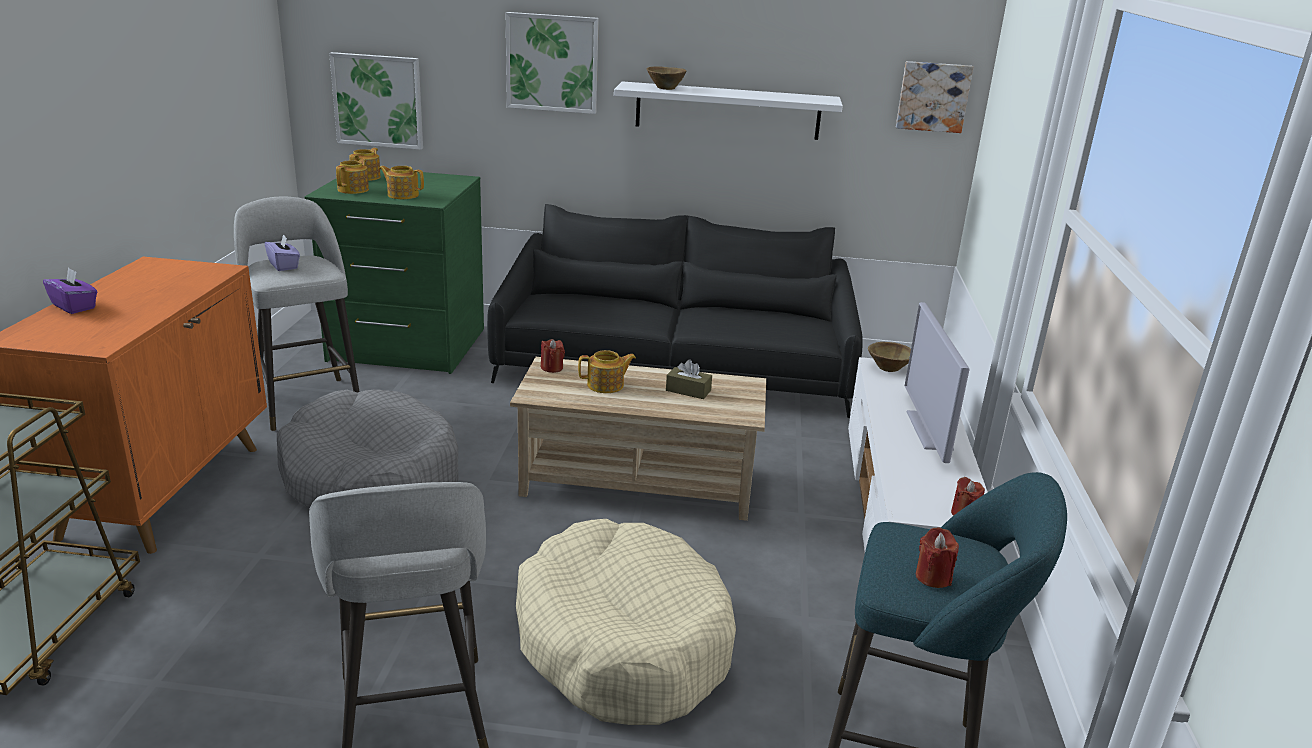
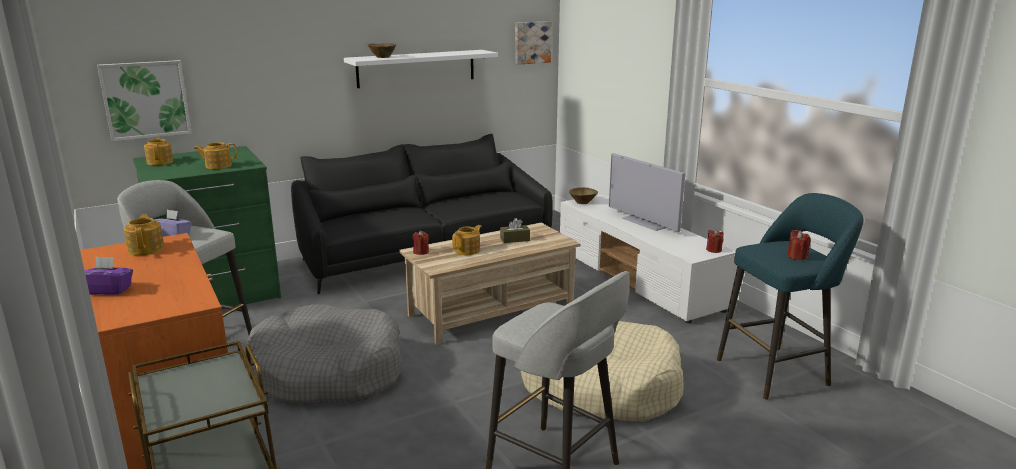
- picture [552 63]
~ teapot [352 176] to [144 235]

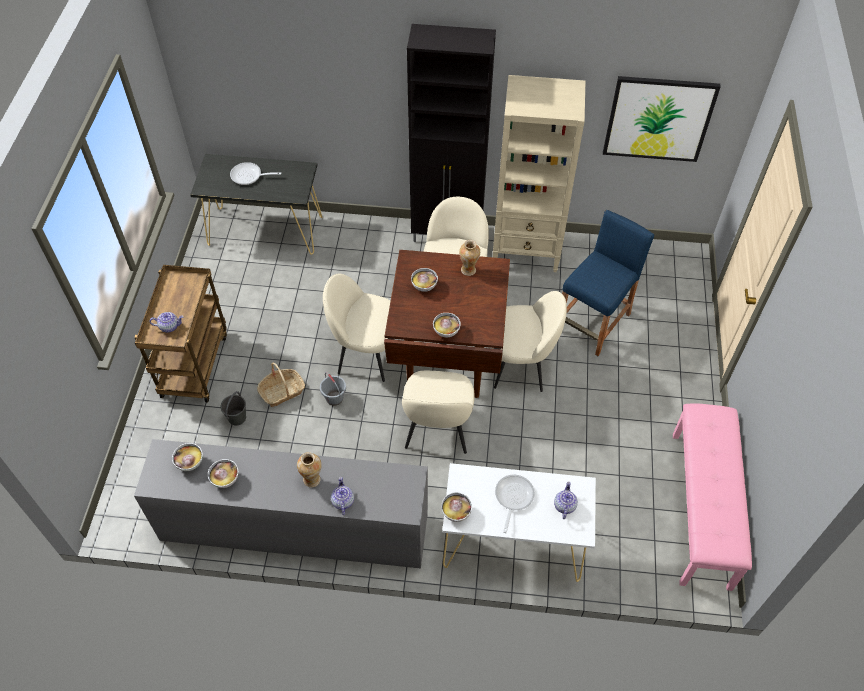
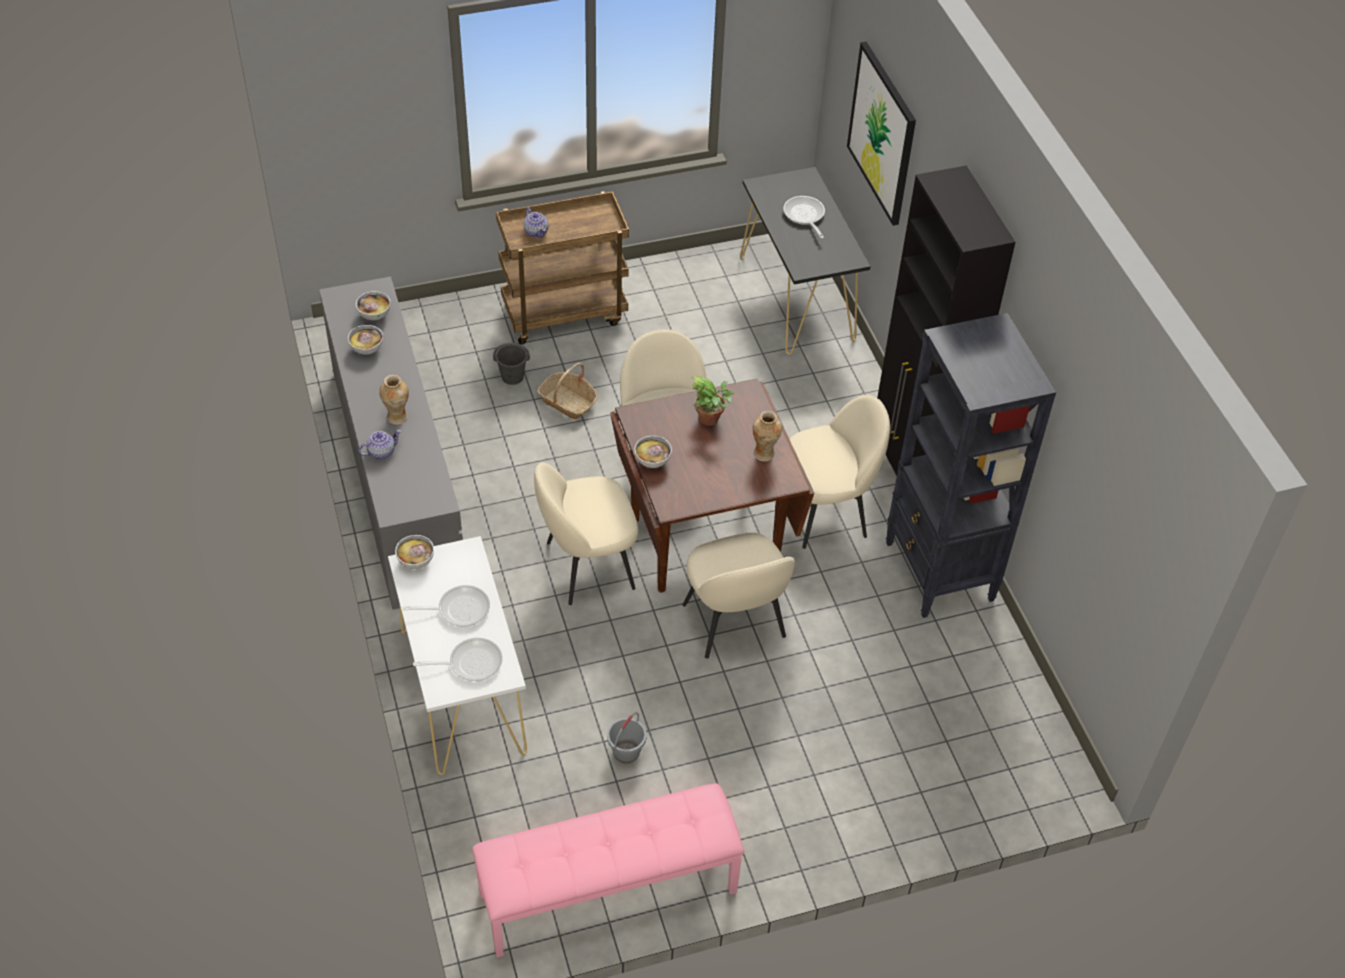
- blue stool [608 283]
~ grey bucket [333 389] to [627 737]
~ picture [662 119] to [881 133]
~ bowl [424 280] to potted plant [713 401]
~ teapot [566 500] to frying pan [458 659]
~ beige bookcase [539 173] to black bookcase [971 465]

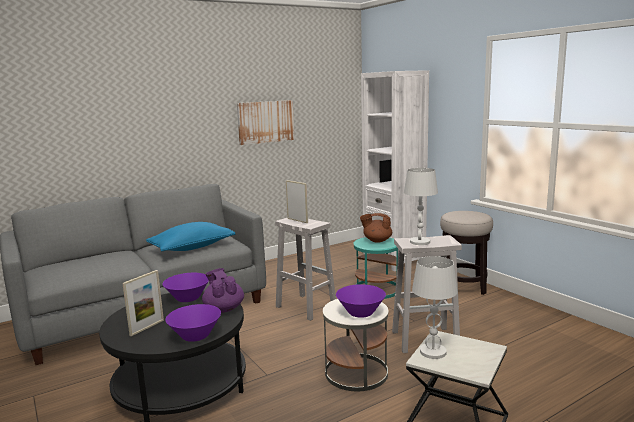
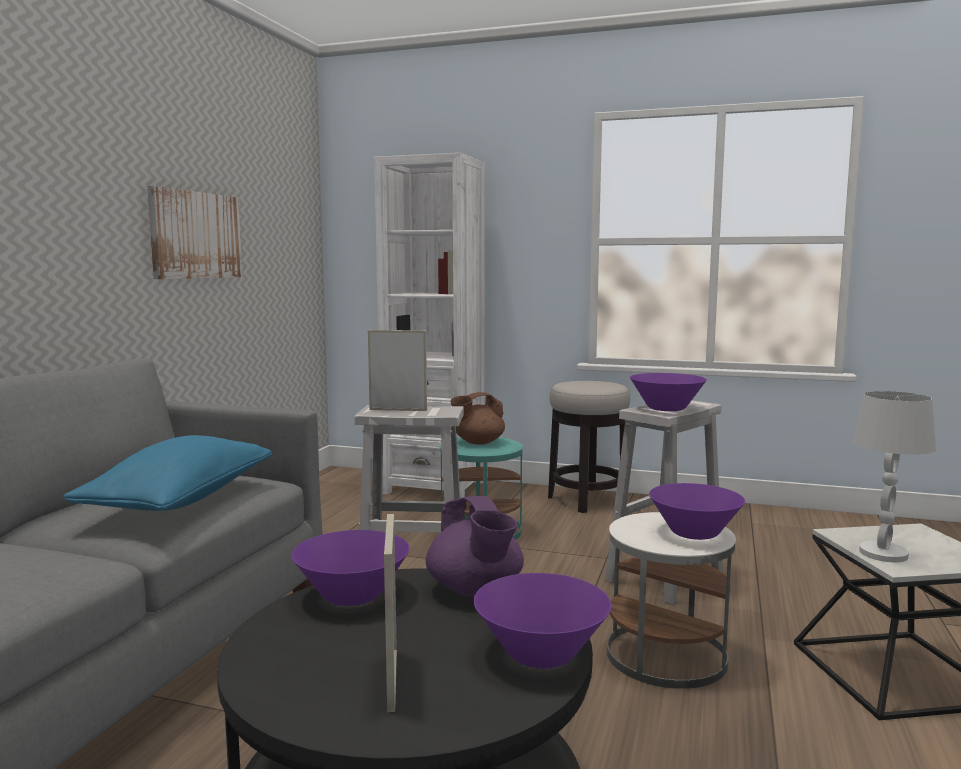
~ white table lamp [421 206] to purple bowl [668 392]
~ purple teapot [223 290] = [475 546] 135 degrees counterclockwise

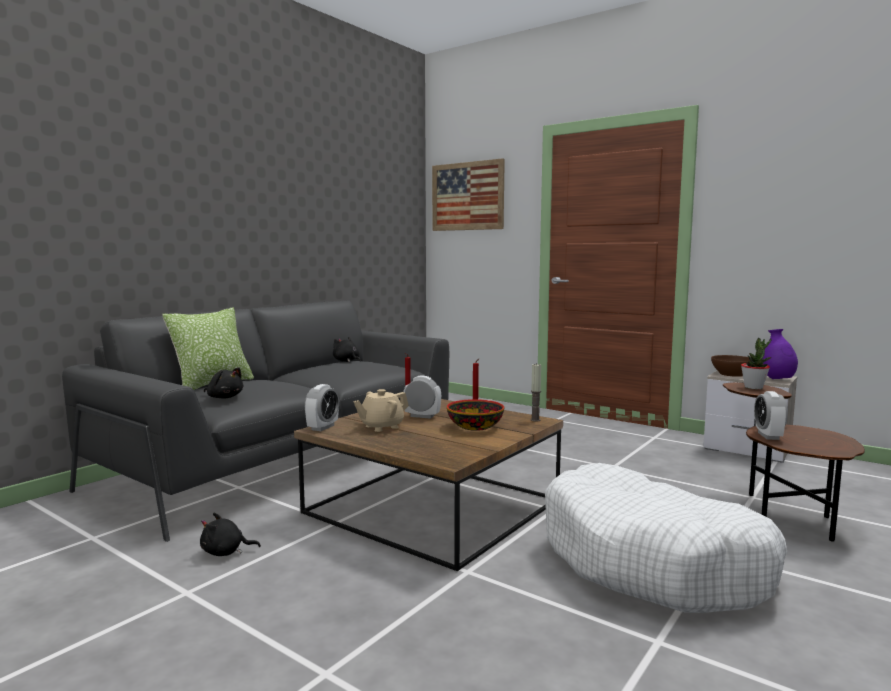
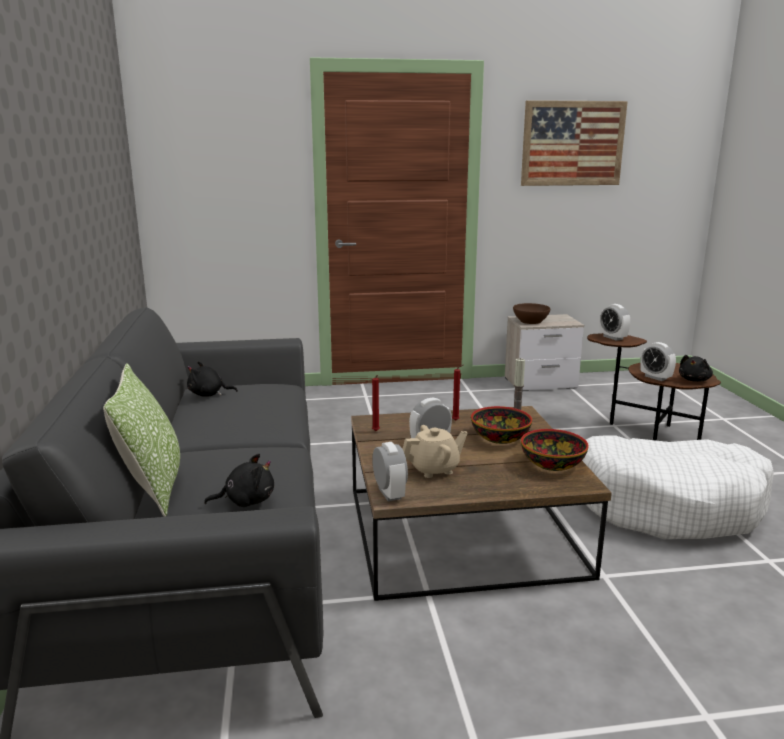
- purple vase [780 354]
+ bowl [555 450]
~ black plush toy [230 534] to [696 368]
~ picture [468 194] to [574 143]
~ potted plant [756 363] to alarm clock [615 322]
~ beige teapot [381 410] = [435 451] 120 degrees counterclockwise

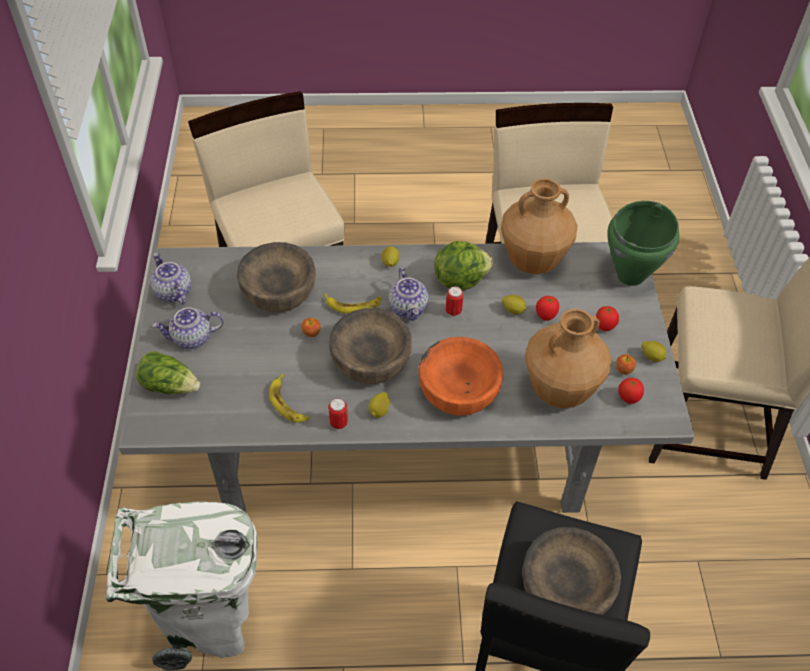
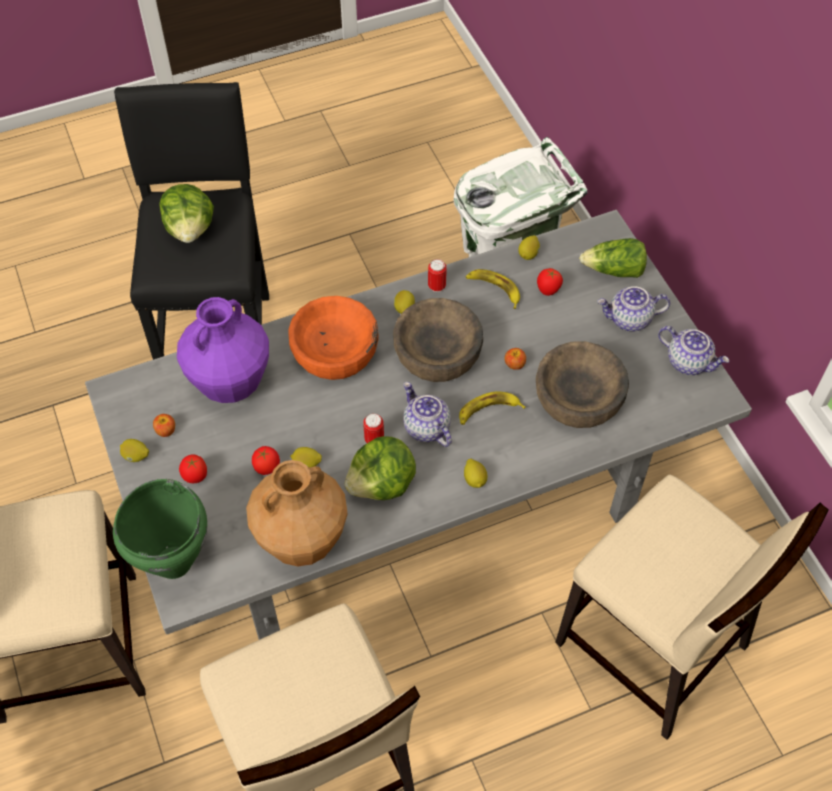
+ lemon [529 247]
~ tomato [631 390] to [550 282]
~ brown bowl [571 571] to lettuce [186 213]
~ brown vase [568 358] to purple vase [223 350]
~ teapot [188 328] = [634 309] 150 degrees counterclockwise

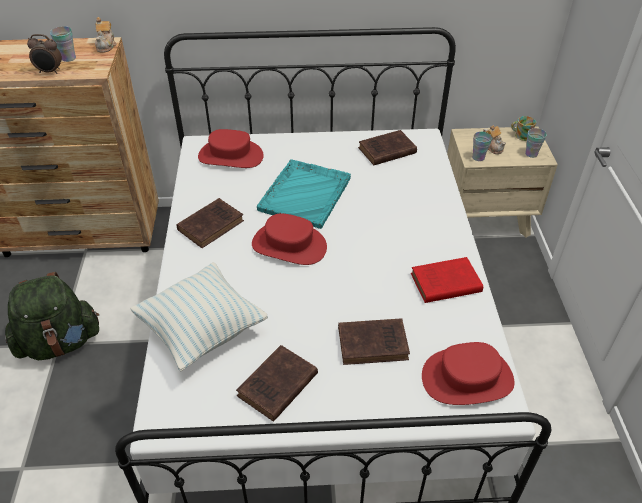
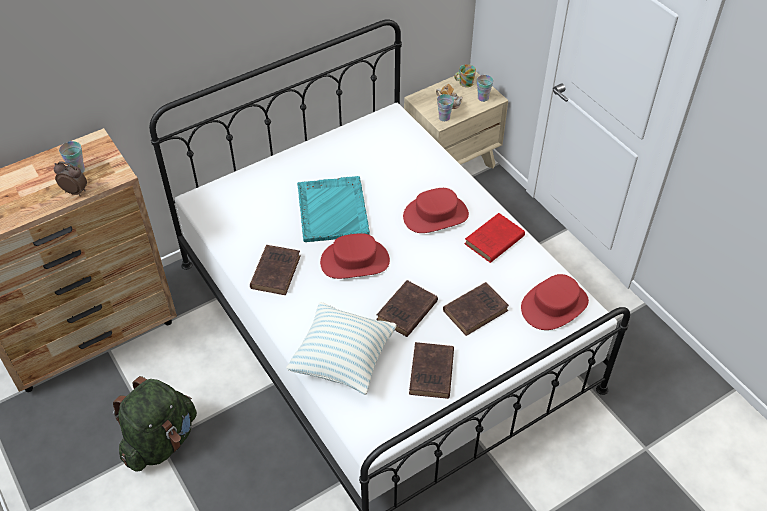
- teapot [106 34]
~ red hat [231 148] to [436 210]
~ brown book [387 147] to [407 308]
~ alarm clock [44 54] = [70 178] 135 degrees counterclockwise

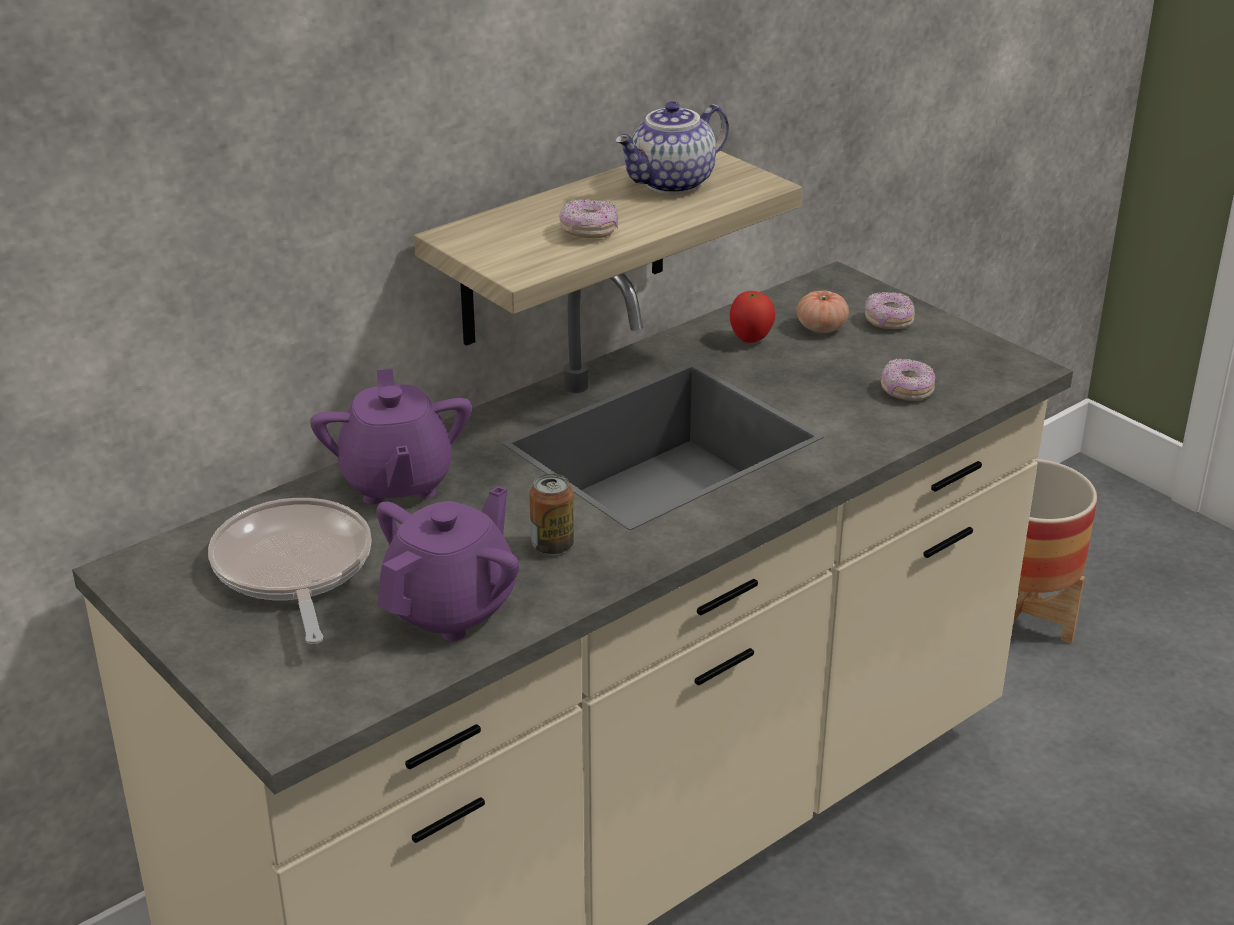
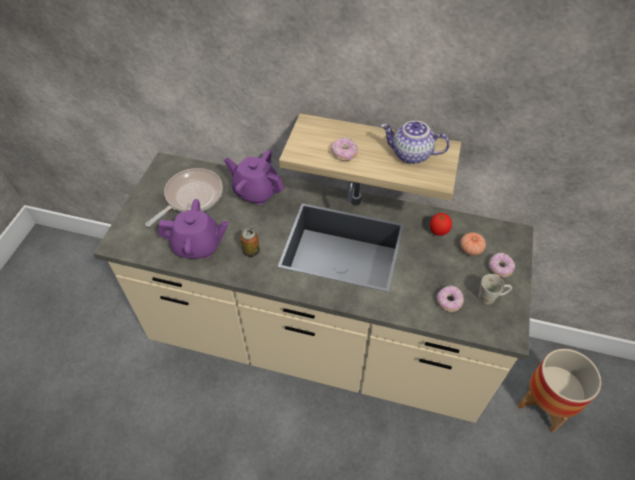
+ white mug [495 289]
~ purple teapot [391 436] = [254 177] 75 degrees clockwise

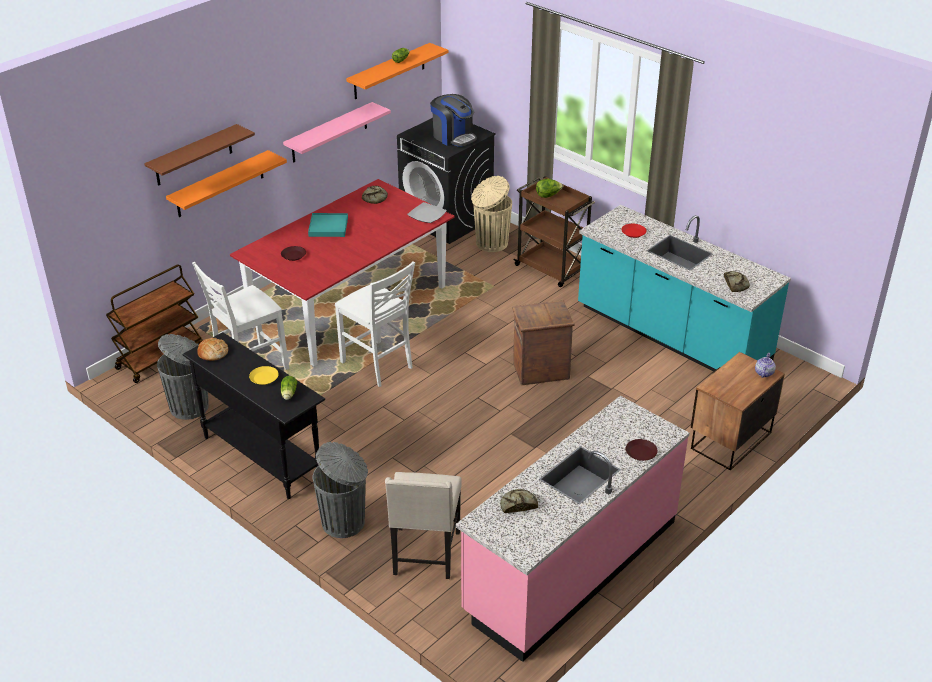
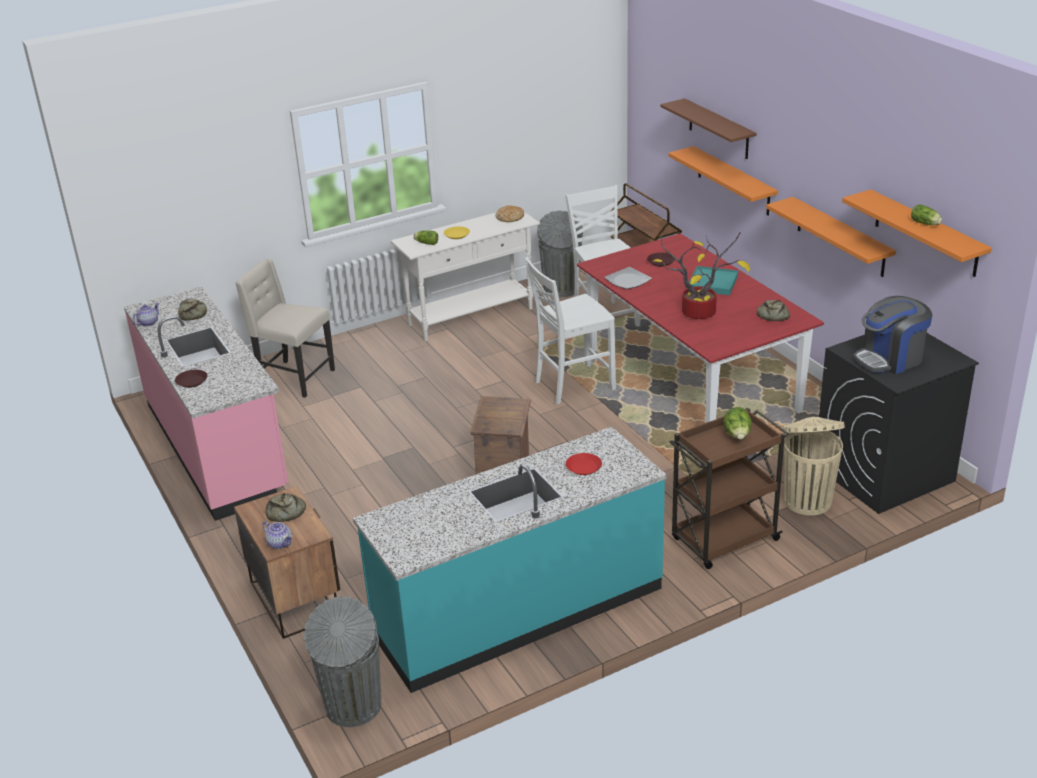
+ teapot [145 314]
+ potted plant [701 275]
~ grey trash can [340 490] to [342 661]
~ plate [427 212] to [628 278]
~ bread [737 281] to [286 507]
~ black console table [254 415] to white console table [465 276]
~ pink shelf [337 132] to orange shelf [831 237]

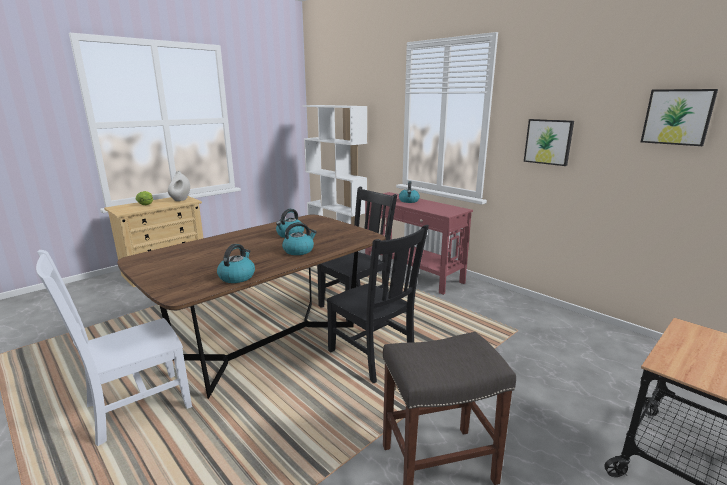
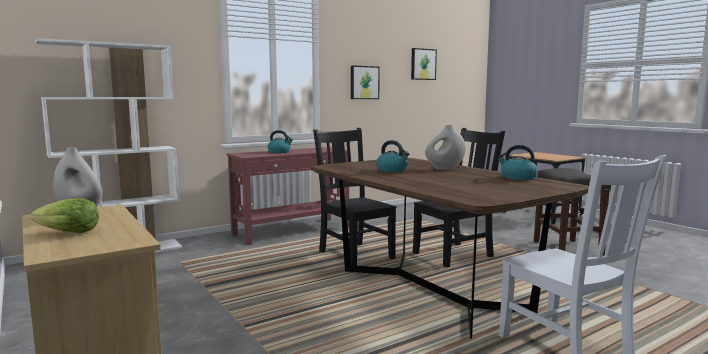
~ kettle [299 238] to white vase [445 147]

